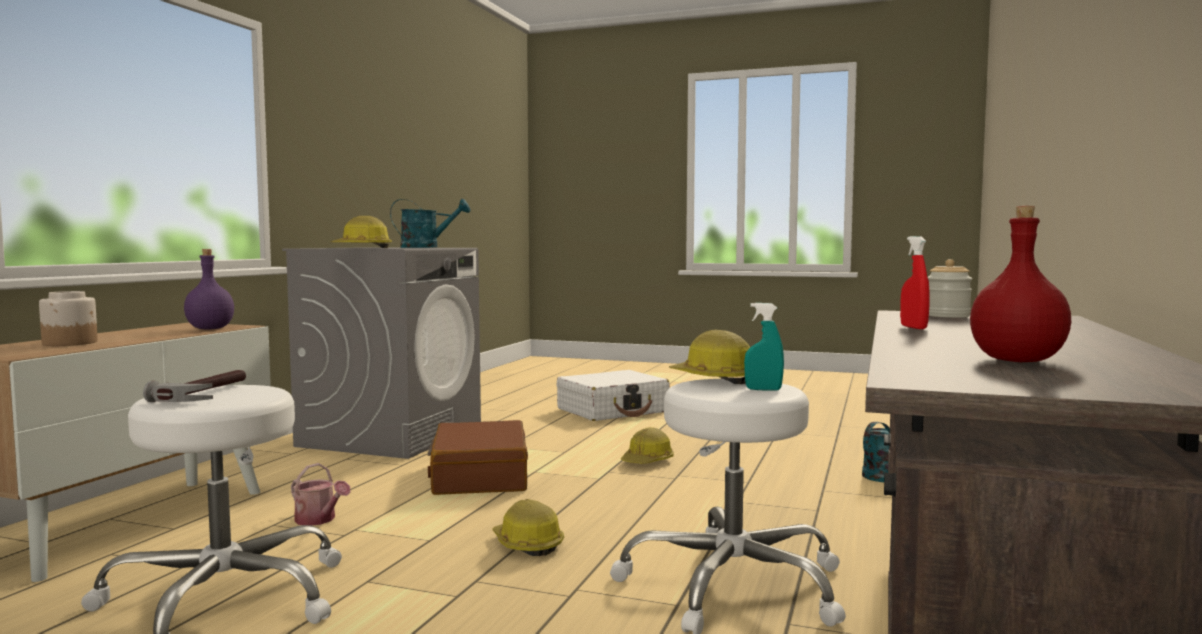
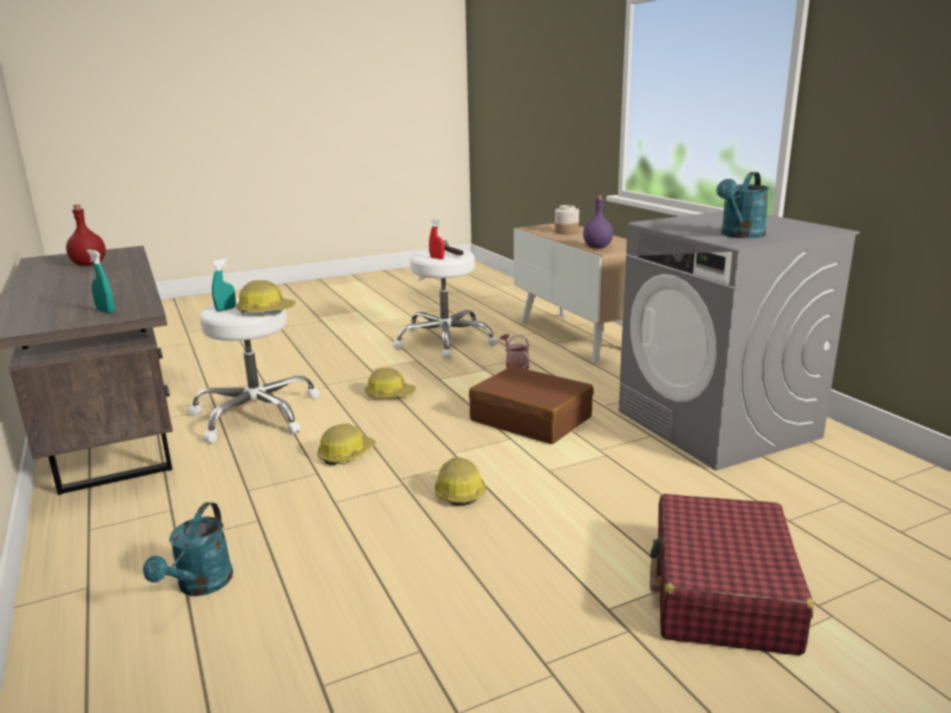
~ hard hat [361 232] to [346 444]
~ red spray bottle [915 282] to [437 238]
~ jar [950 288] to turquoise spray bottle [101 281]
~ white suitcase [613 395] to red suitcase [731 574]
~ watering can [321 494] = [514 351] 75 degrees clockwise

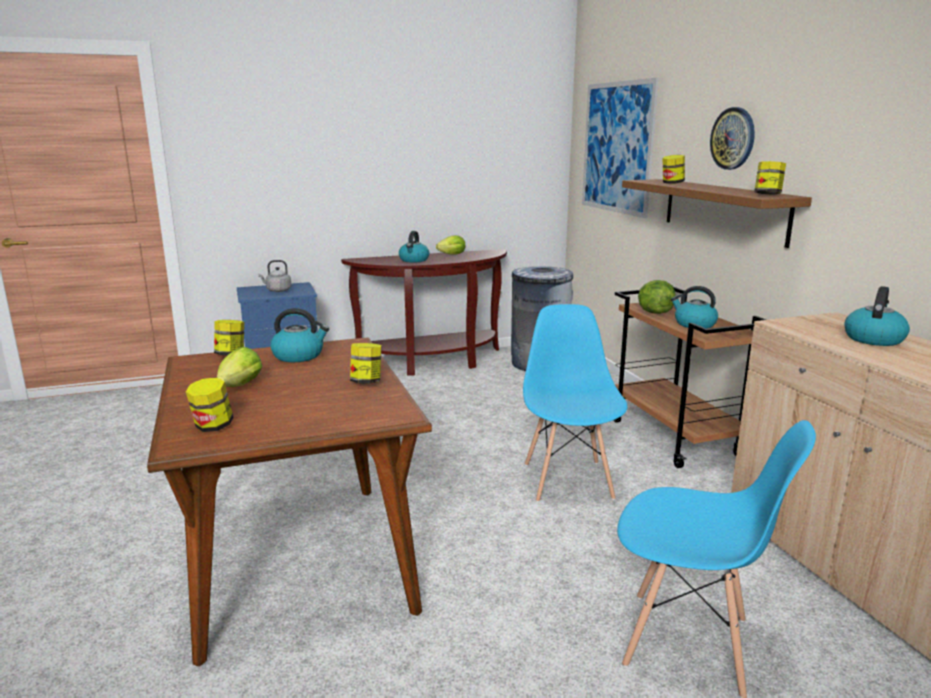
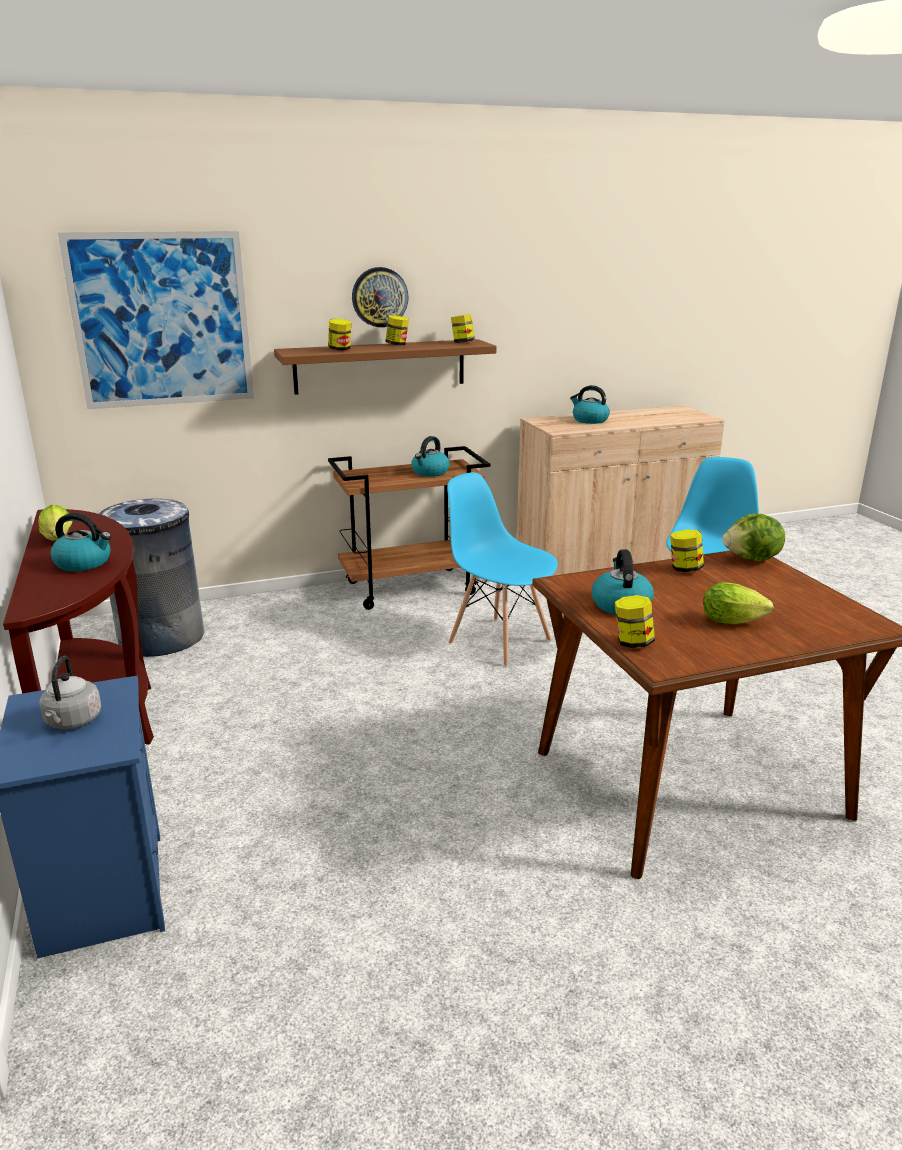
~ jar [209 405] to [397 330]
~ lettuce [657 297] to [753 538]
~ blue chair [575 403] = [502 569] 45 degrees clockwise

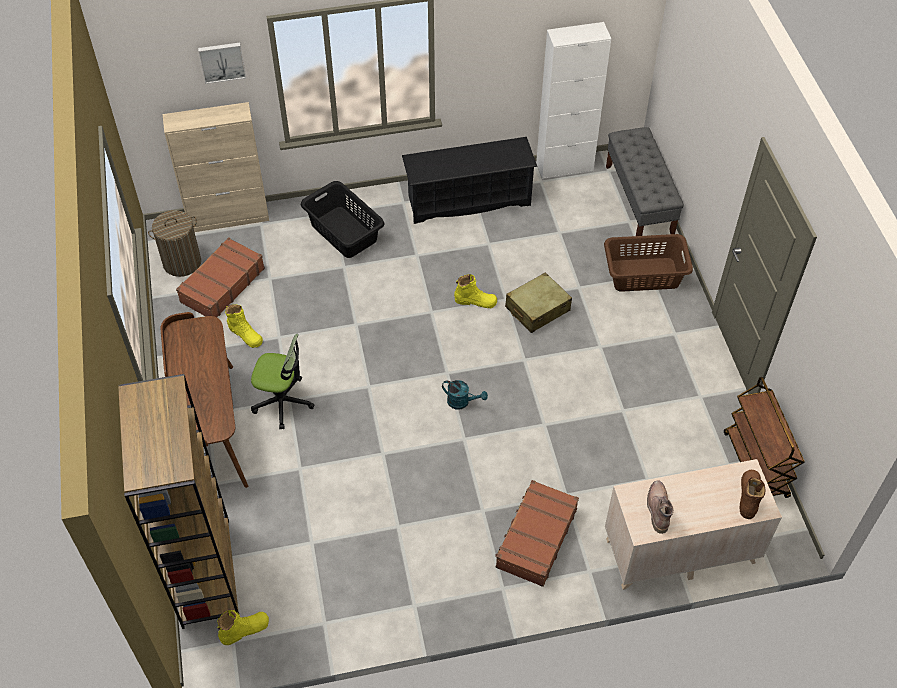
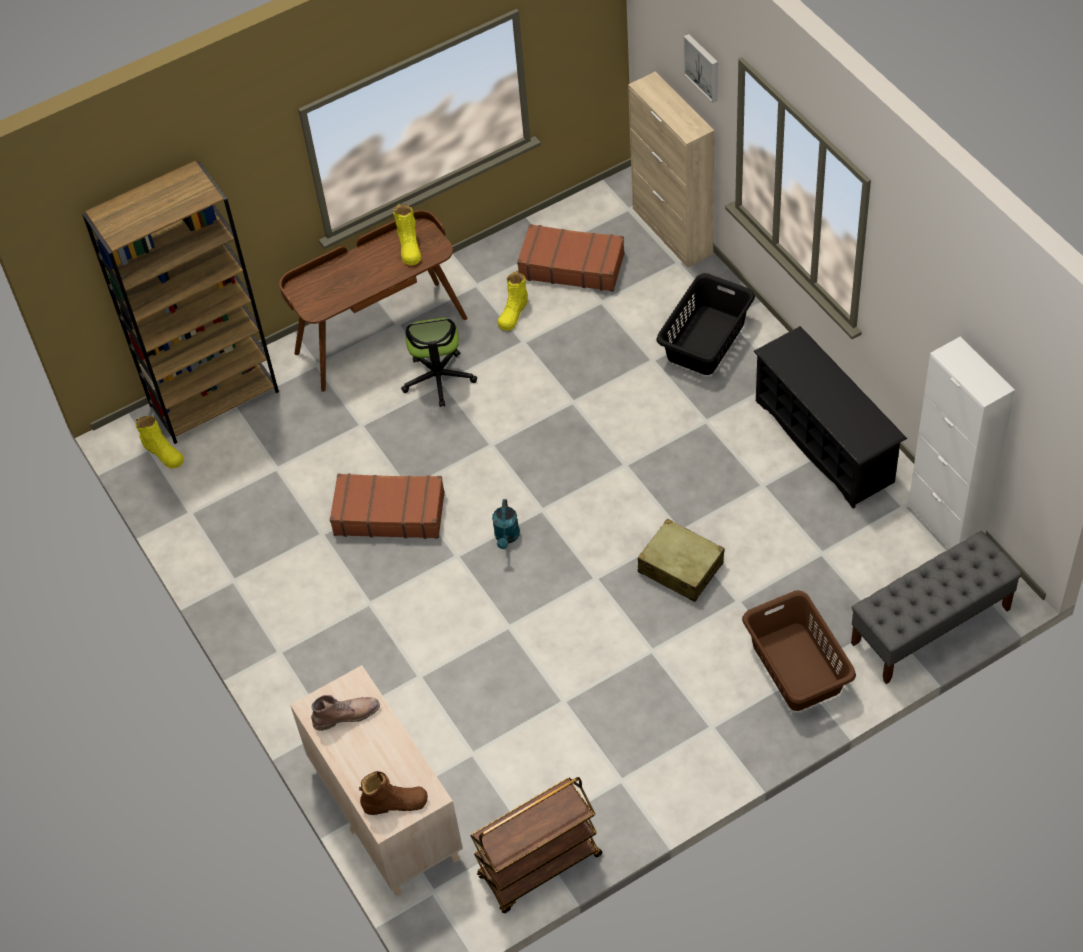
- laundry basket [174 243]
~ yellow boot [475 291] to [407 235]
~ brown suitcase [537 533] to [387 506]

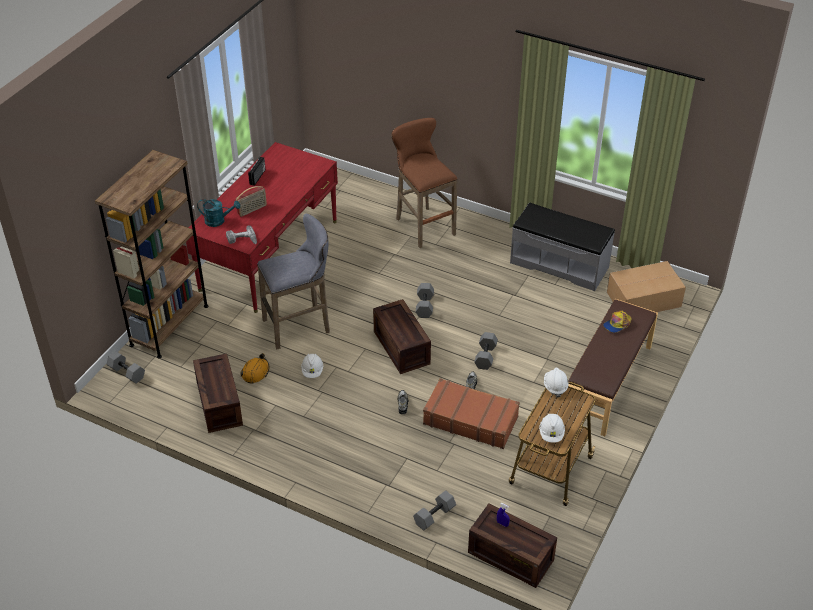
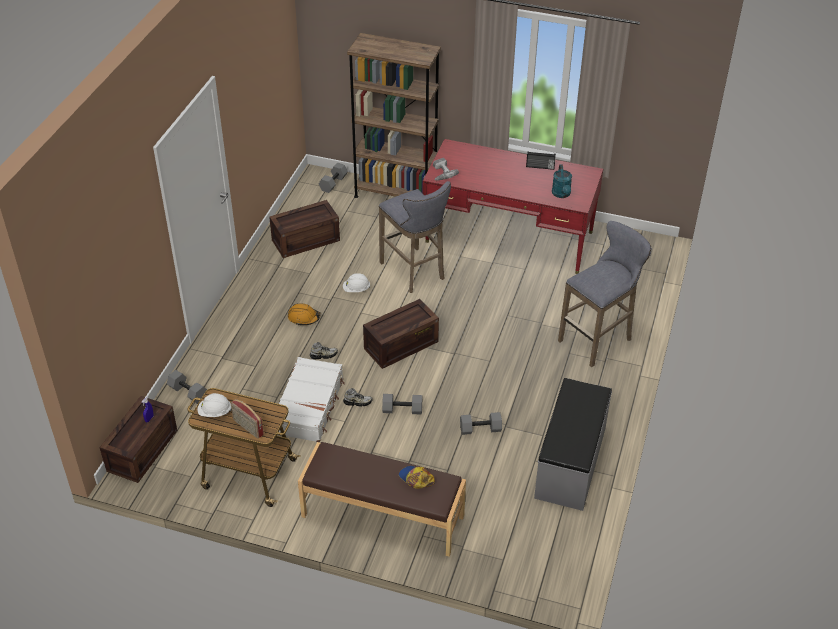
- white hard hat [556 382]
- cardboard box [646 286]
~ turquoise watering can [218 213] to [562 181]
~ radio [251 201] to [247 419]
~ orange hard hat [254 368] to [304 314]
~ grey dumbbell [425 300] to [481 423]
~ brown stool [424 183] to grey stool [605 294]
~ brown suitcase [471 413] to white suitcase [312 399]

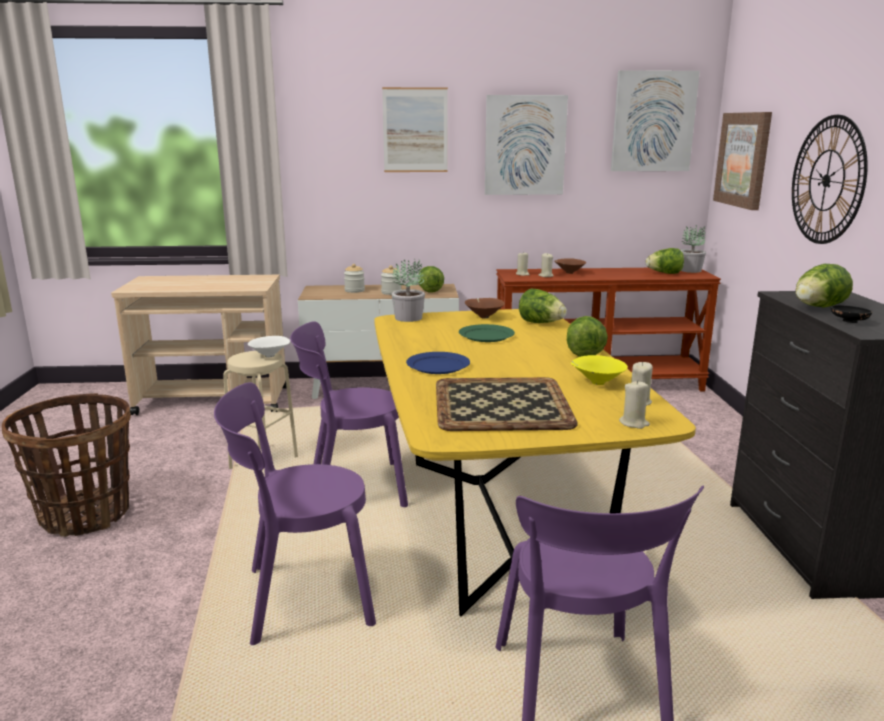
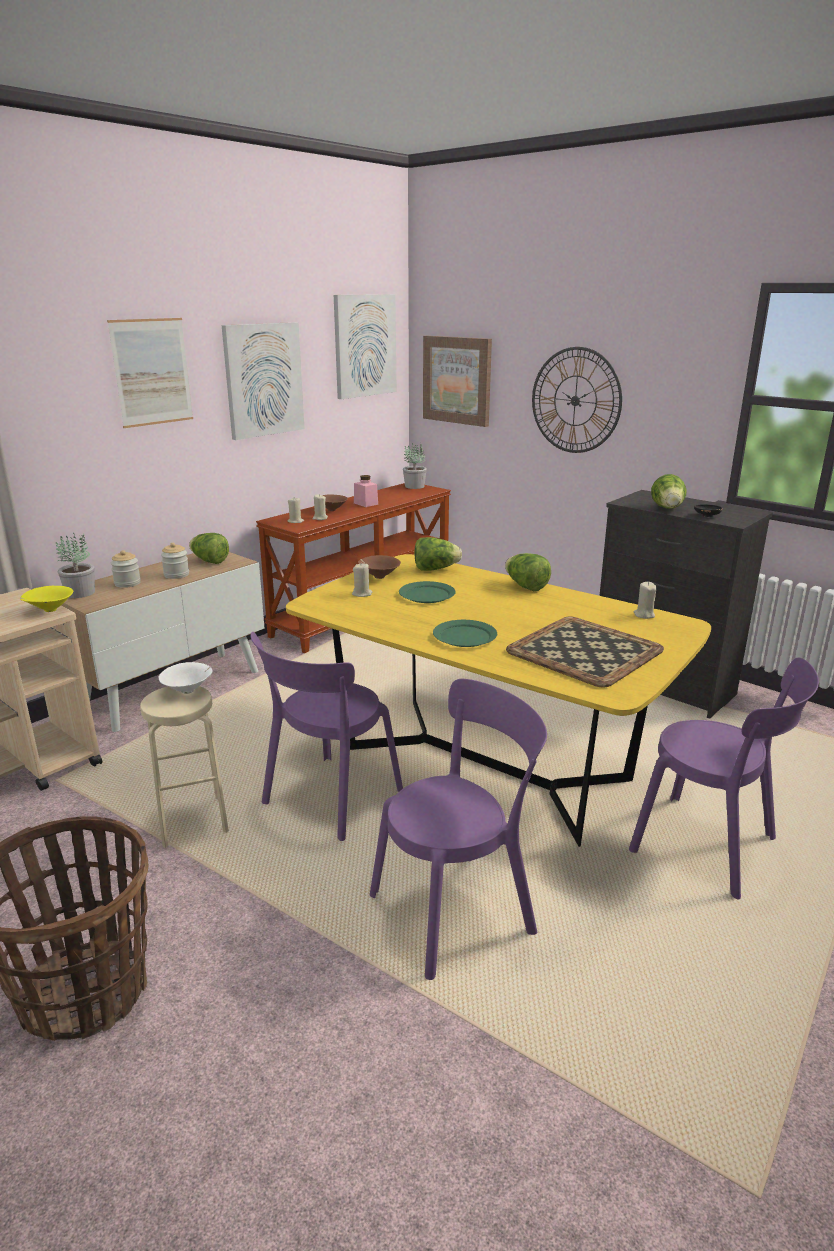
- lettuce [664 261]
+ pink jar [366 491]
~ potted plant [408 290] to [75 565]
~ yellow bowl [599 370] to [46 599]
~ beige candle [634 404] to [362 580]
~ blue plate [438 363] to green plate [465 633]
~ purple chair [295 513] = [458 829] 150 degrees counterclockwise

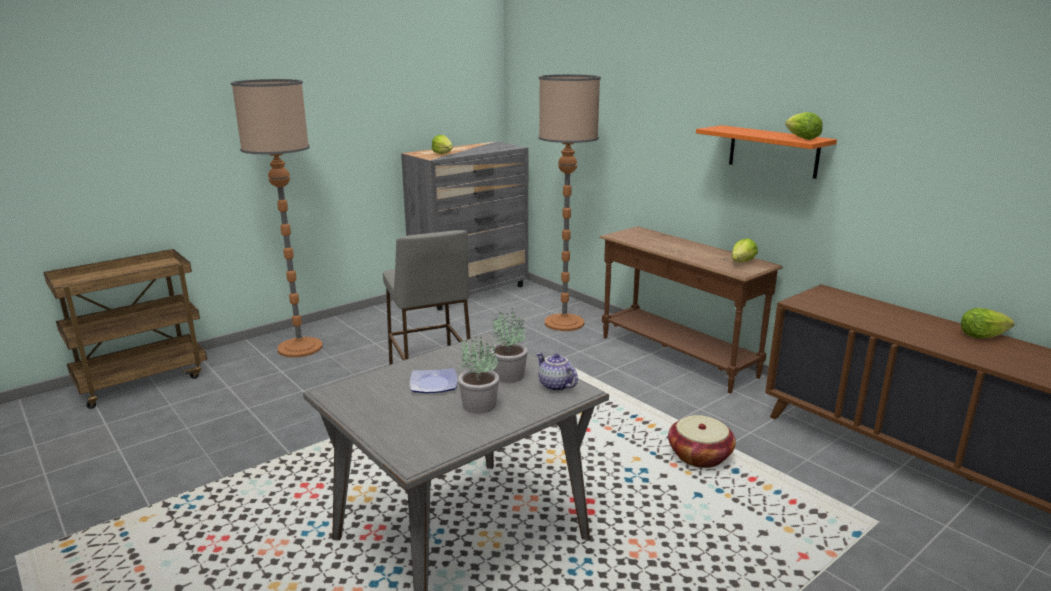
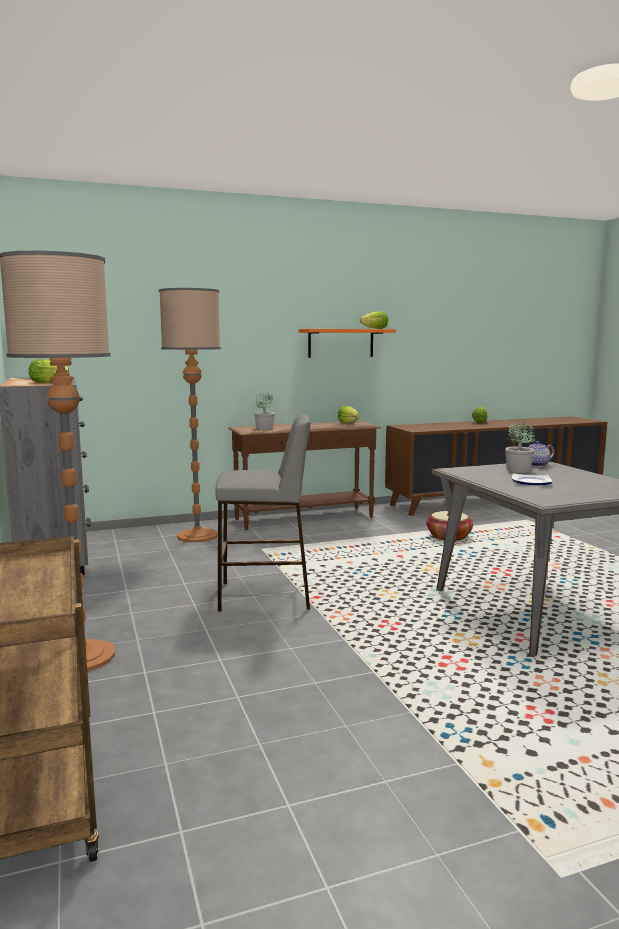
~ potted plant [478 375] to [264 411]

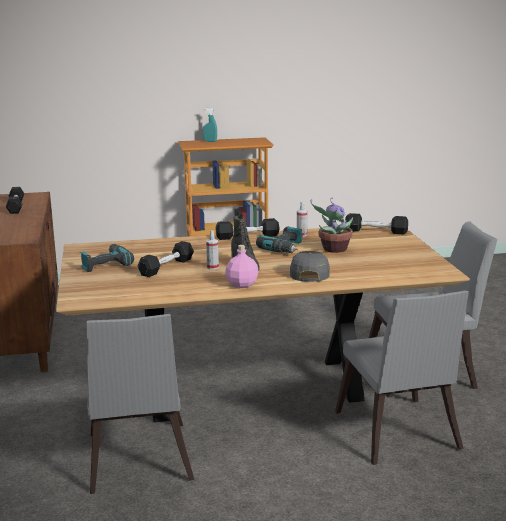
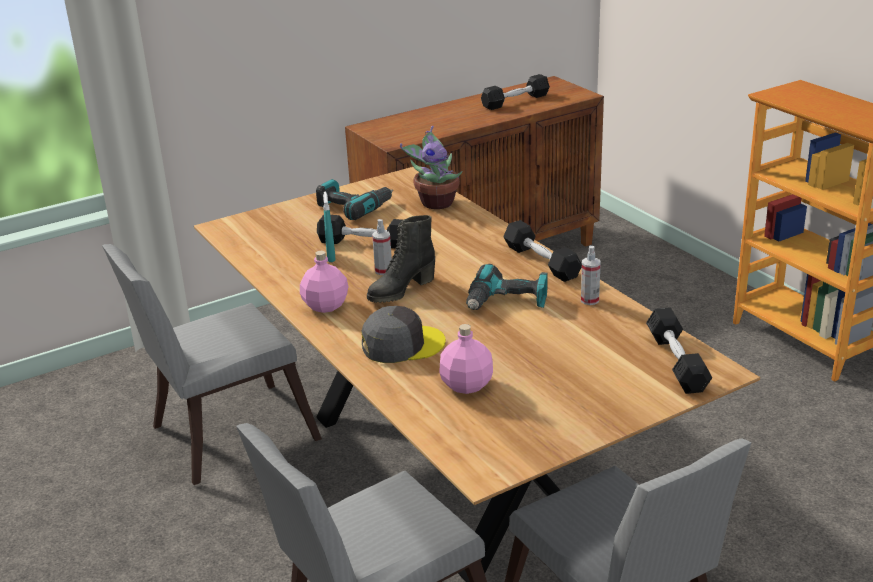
+ pink bottle [466 359]
~ turquoise spray bottle [210 125] to [329 226]
~ potted plant [332 225] to [431 167]

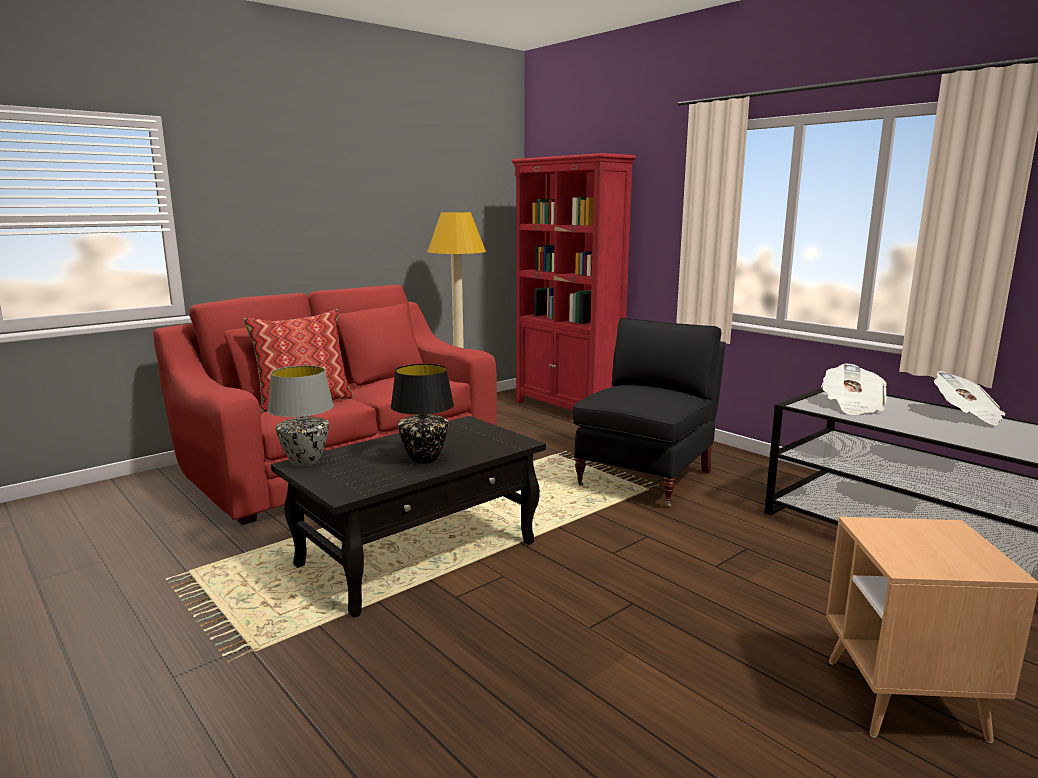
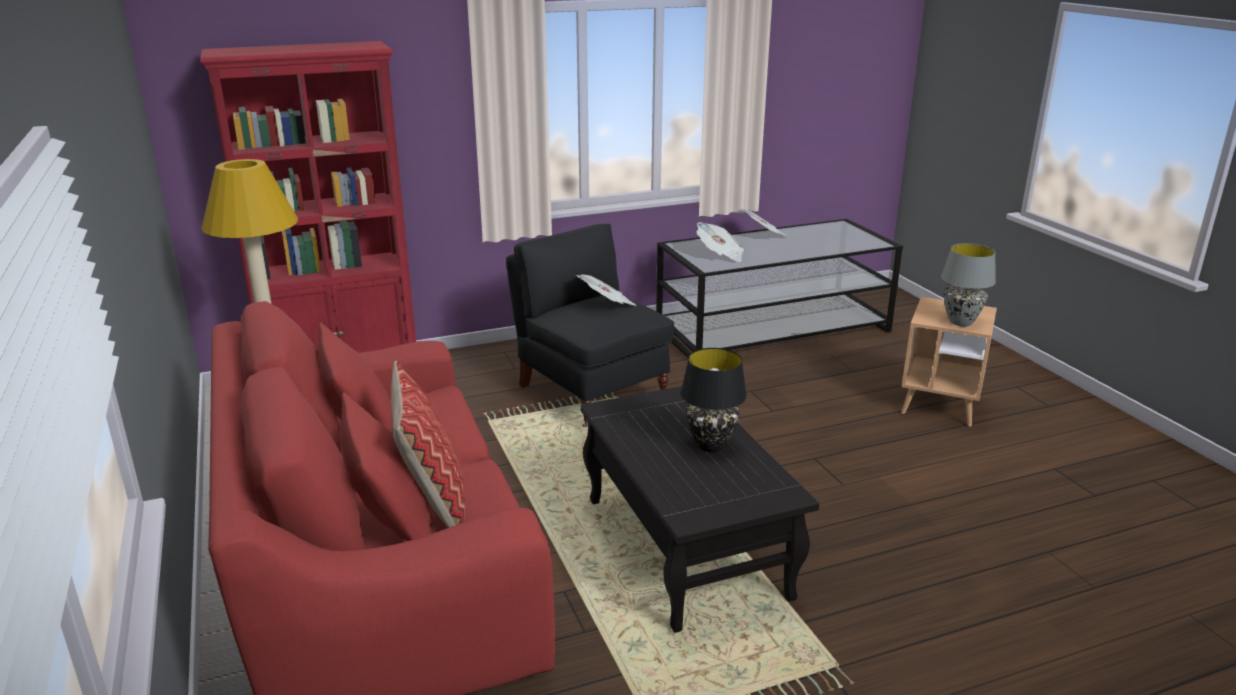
+ newspaper [606 290]
~ grey table lamp [300 415] to [968 284]

